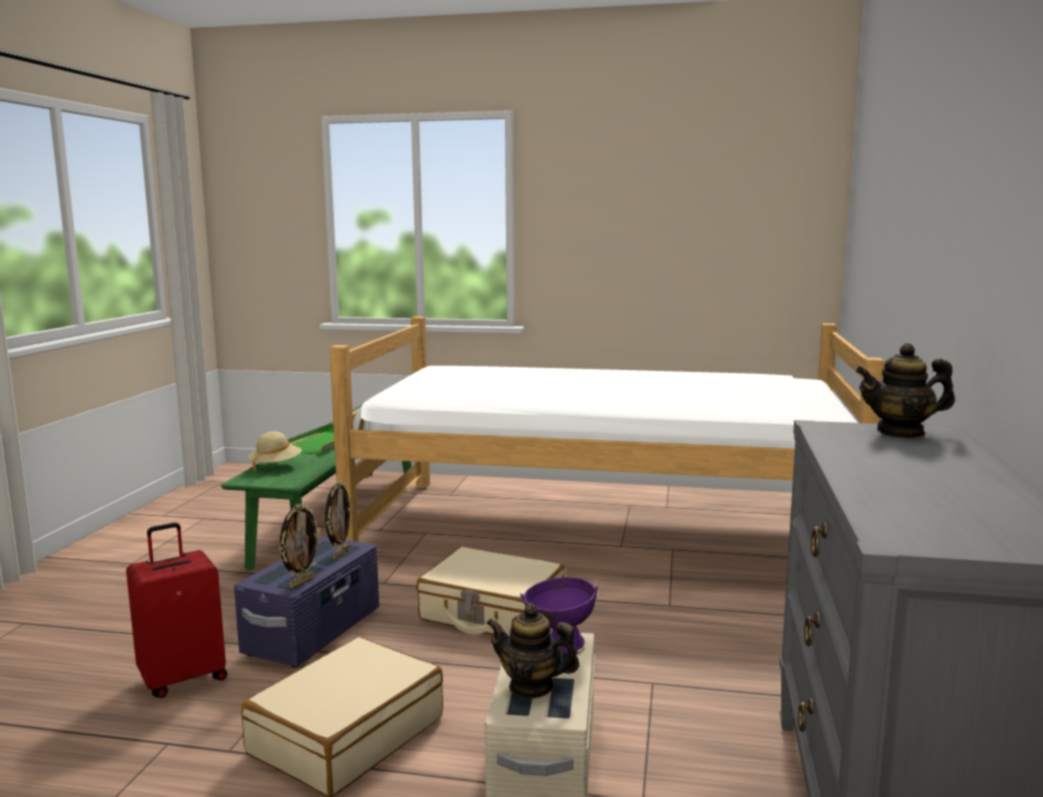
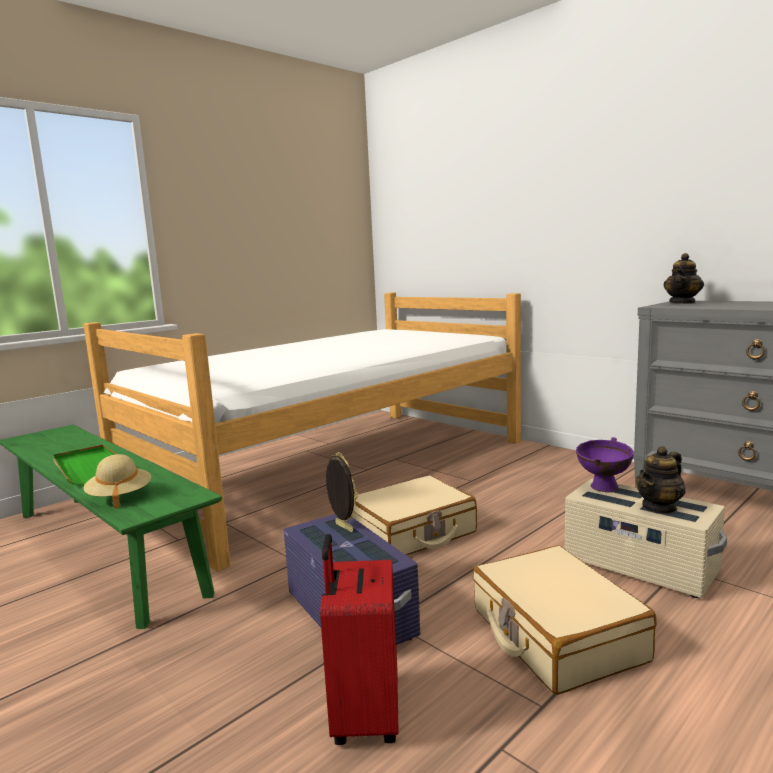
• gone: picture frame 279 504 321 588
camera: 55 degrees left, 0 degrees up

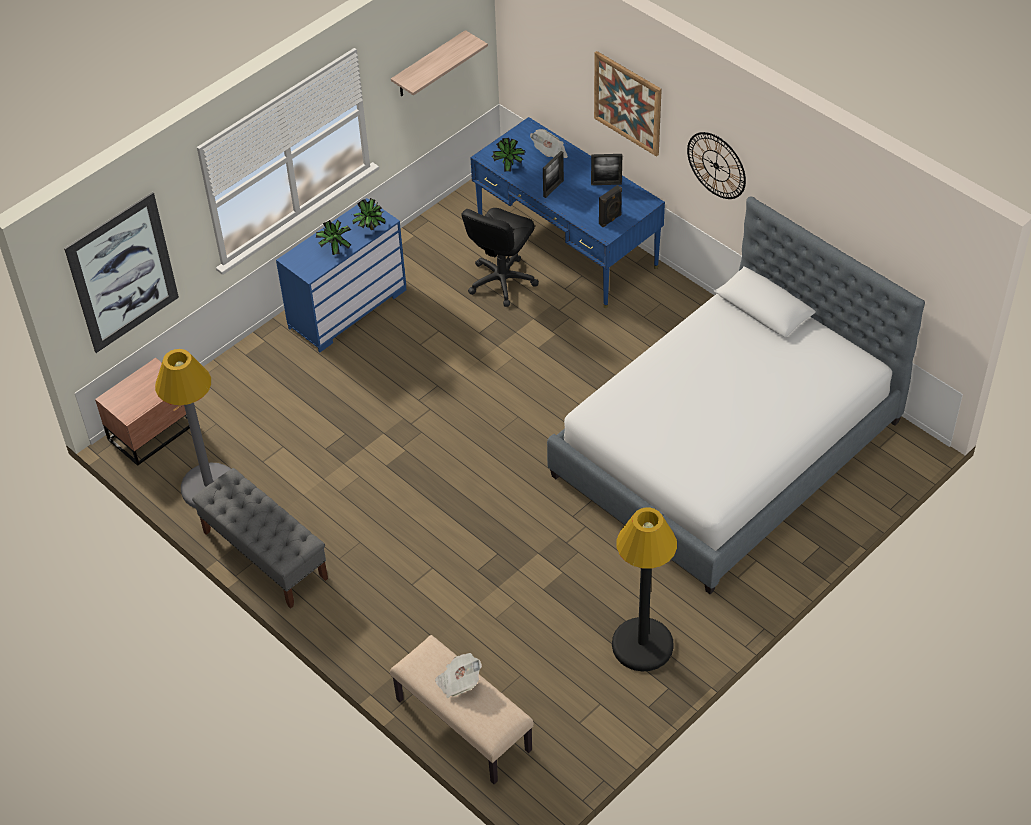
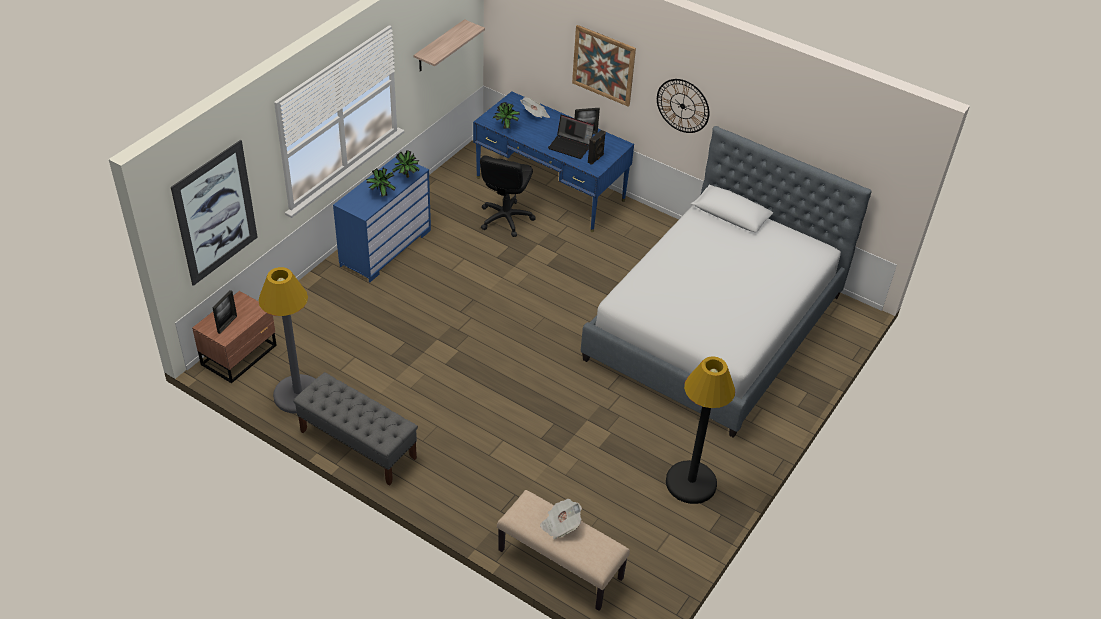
• shifted: picture frame 543 151 564 198 to 213 290 237 334
• new: notebook computer 548 115 594 159
camera: 15 degrees left, 5 degrees down

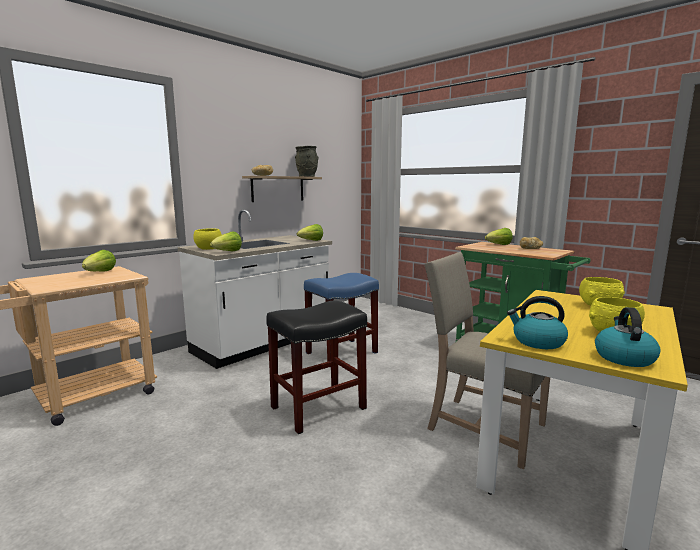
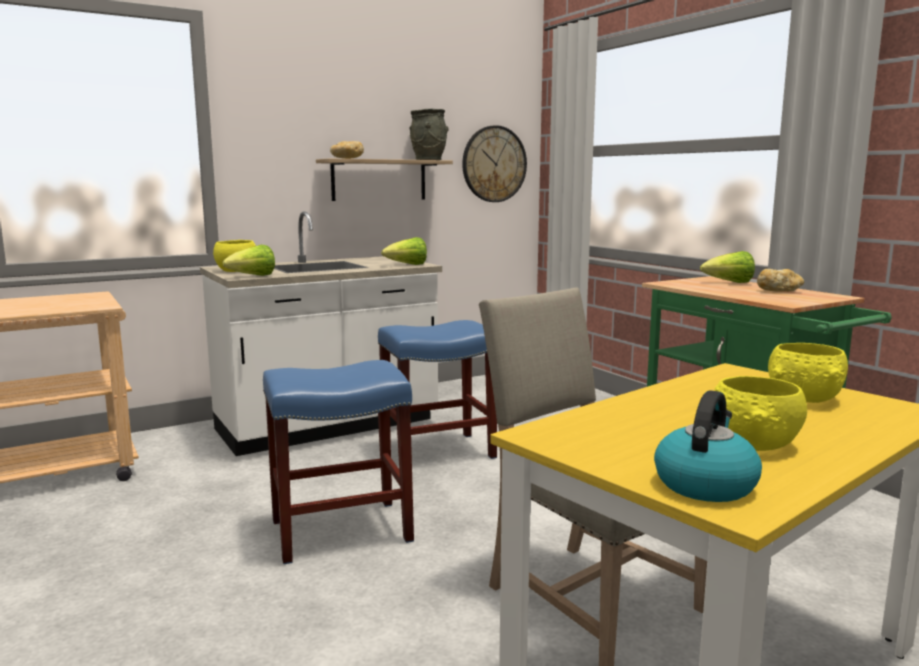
• gone: lettuce 82 250 116 272
• repainted: stool in black-coloured 266 300 367 434 to stool in bluish 263 360 414 564
• gone: kettle 507 296 568 349
• new: hanging clock 462 125 527 202
camera: 15 degrees right, 0 degrees up

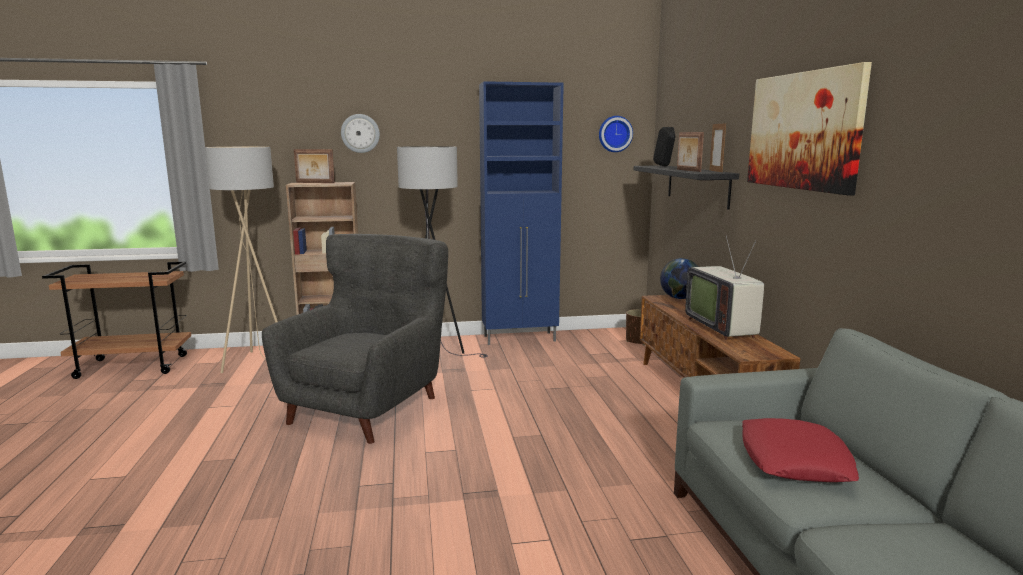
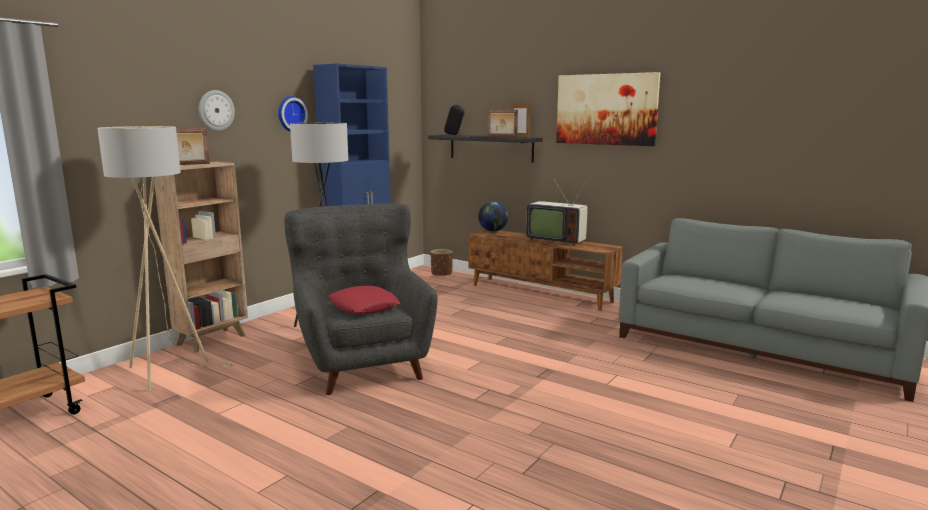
• shifted: hanging clock 599 116 633 152 to 278 96 308 131
• shifted: pillow in red-coloured 742 418 859 482 to 328 286 400 314
camera: 45 degrees left, 0 degrees up

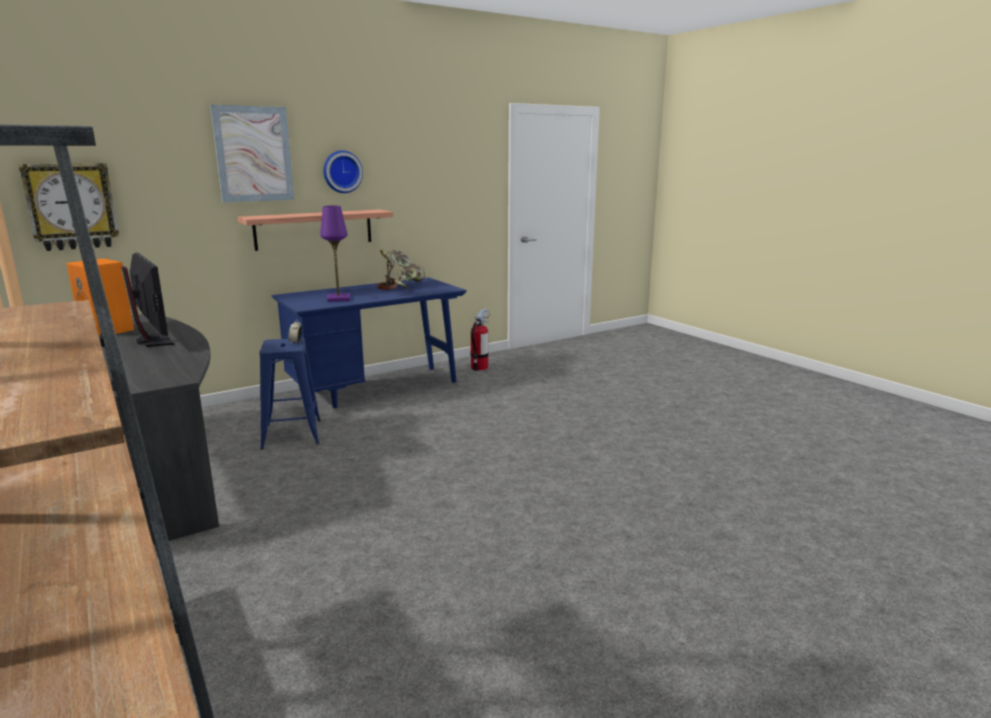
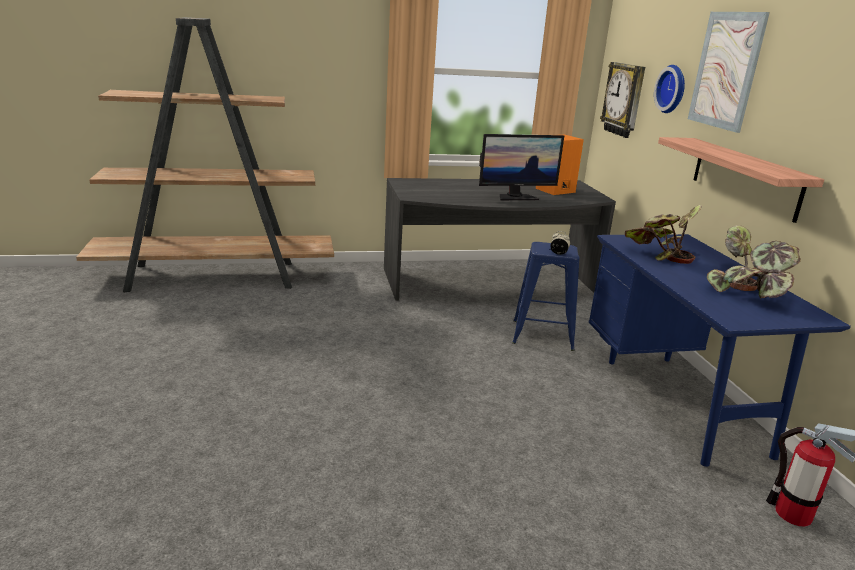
• swapped: tabletop lamp in purple-coloured 320 206 350 302 to plant in a pot 625 205 702 264
• shifted: hanging clock 323 150 363 193 to 654 65 685 113
camera: 110 degrees right, 5 degrees up

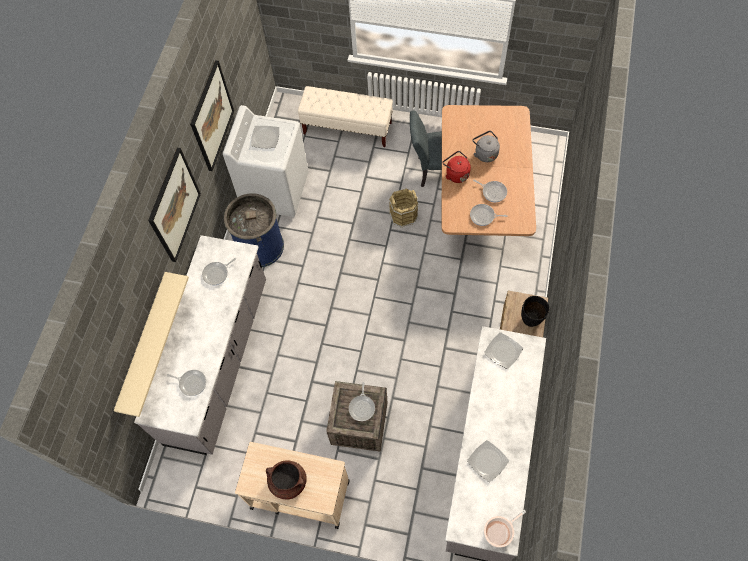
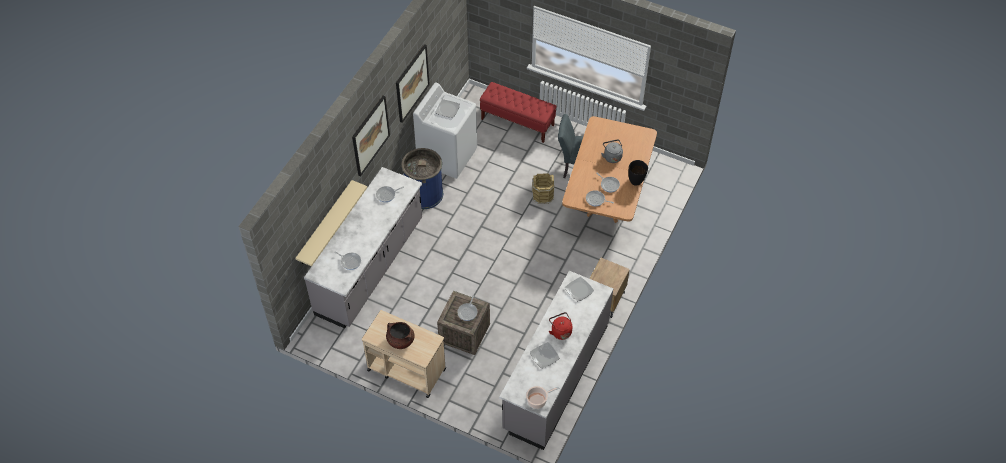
• repainted: long seat in beige 298 86 393 147 to long seat in red-coloured 480 82 557 143
• shifted: kettle in red-coloured 442 151 471 183 to 549 312 572 340
• shifted: decorative vase in black-coloured 521 296 549 327 to 628 160 648 186
camera: 10 degrees right, 10 degrees down

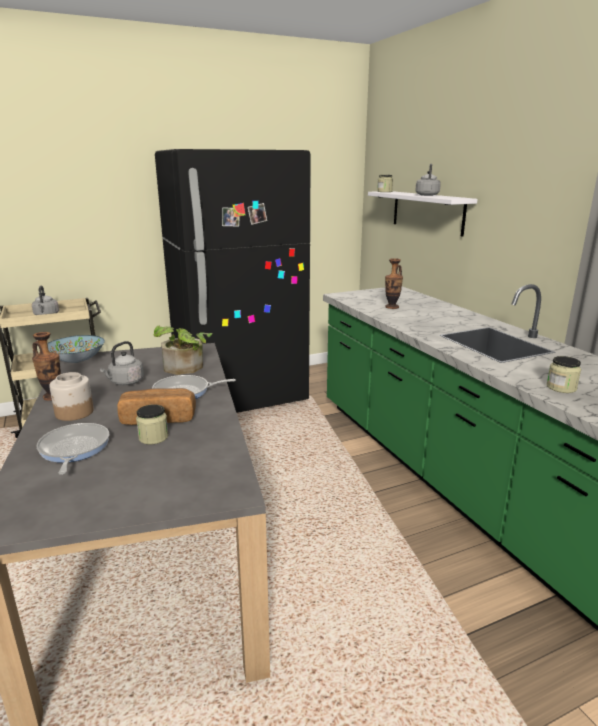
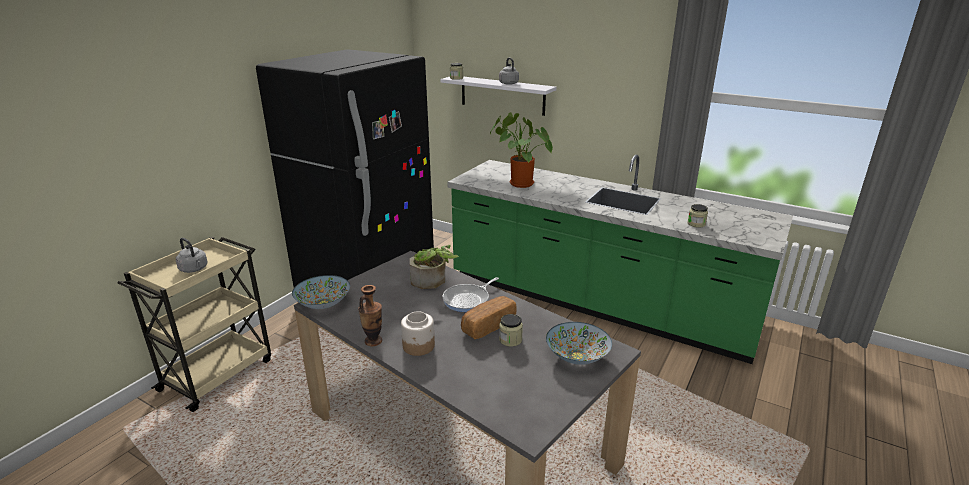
• gone: frying pan 36 423 109 475
• gone: kettle in grey 100 341 144 385
• swapped: decorative vase 385 258 403 309 to plant in a pot 490 112 553 188
• new: bowl 546 322 612 365
camera: 35 degrees left, 5 degrees up

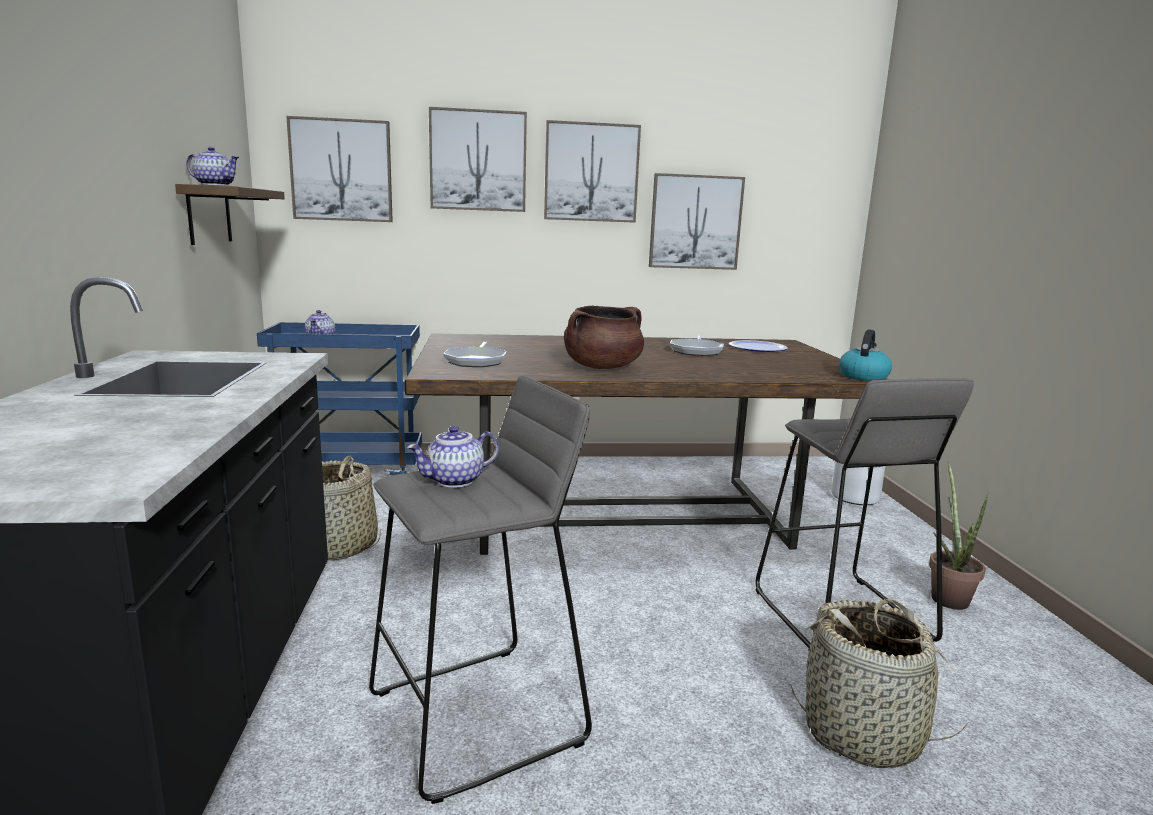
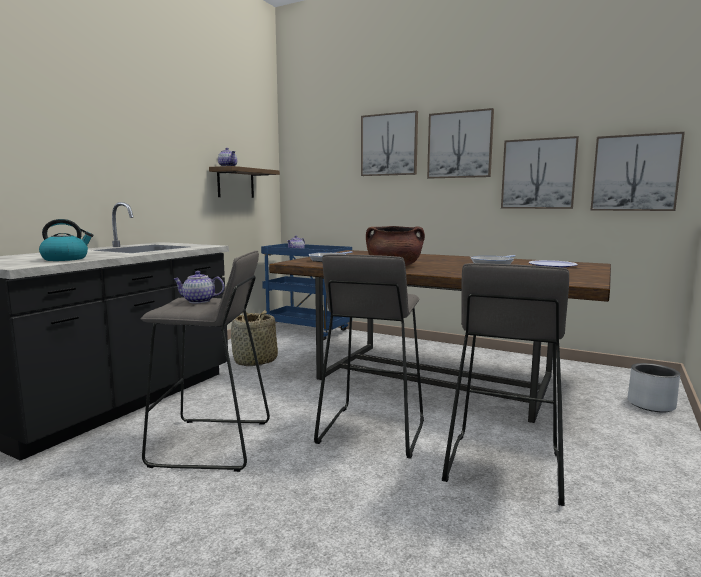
• shifted: wall art 286 116 393 222 to 591 132 685 211
• gone: basket 791 599 970 768
• shifted: kettle 839 329 892 381 to 39 219 93 261
• gone: plant in a pot 929 461 989 610
• new: stool in grey 314 254 424 459
camera: 35 degrees right, 5 degrees down

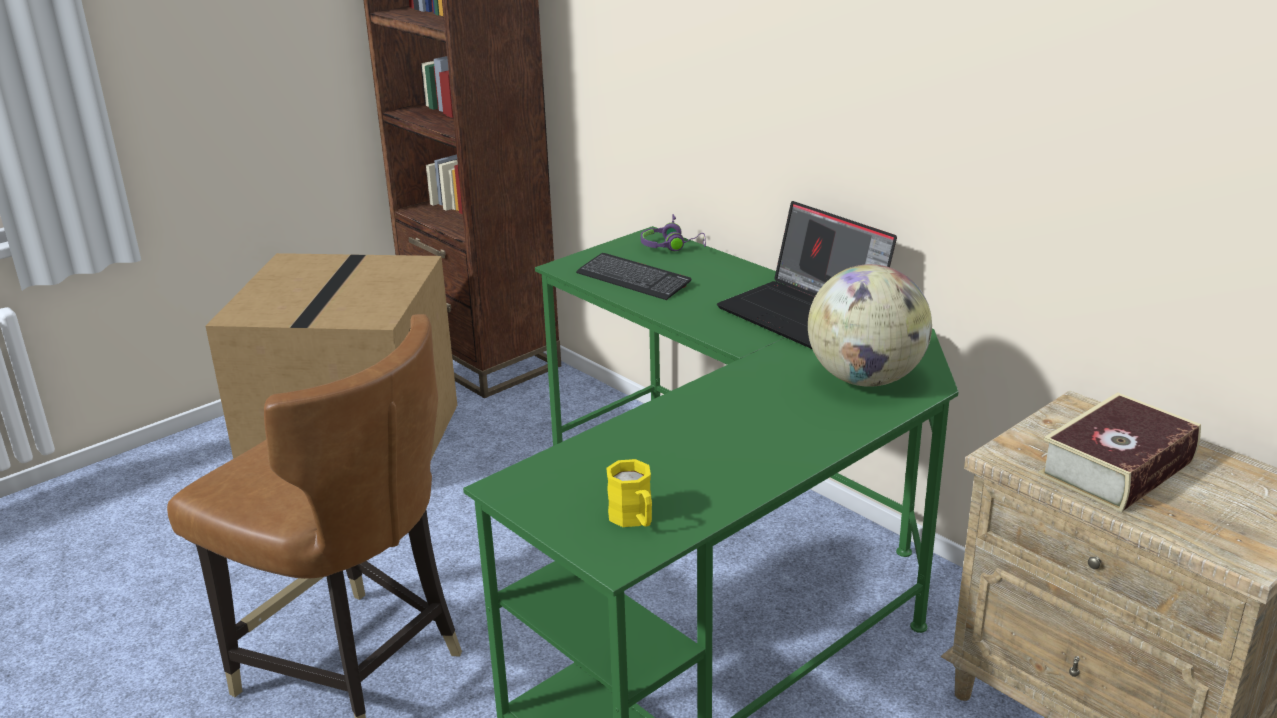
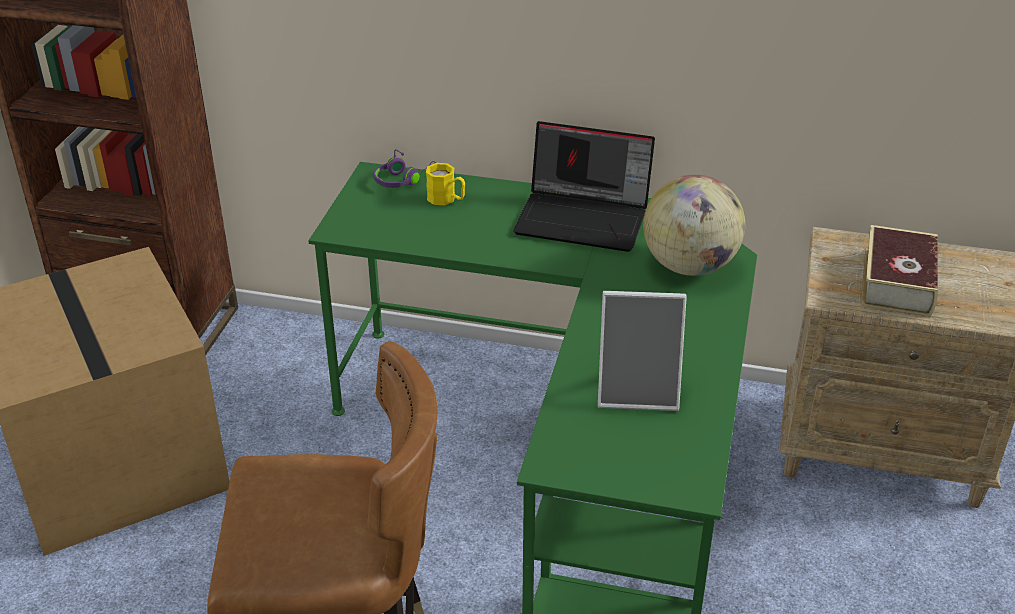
• gone: keyboard 576 253 692 300
• shifted: mug in yellow-coloured 606 459 652 527 to 426 163 465 205
• new: picture frame 598 291 687 411
camera: 35 degrees left, 10 degrees up

